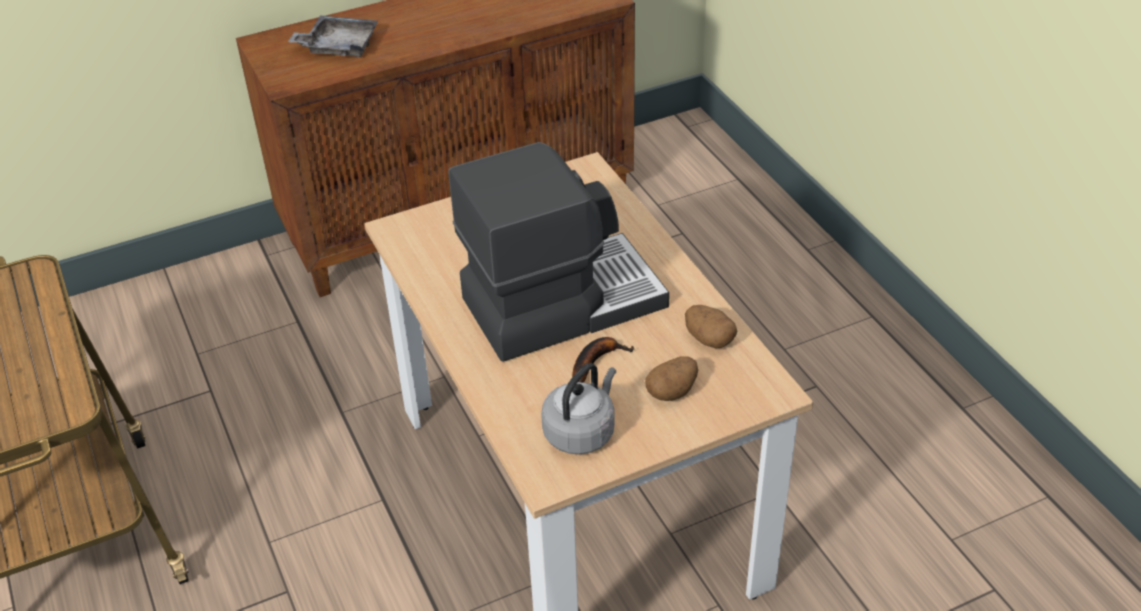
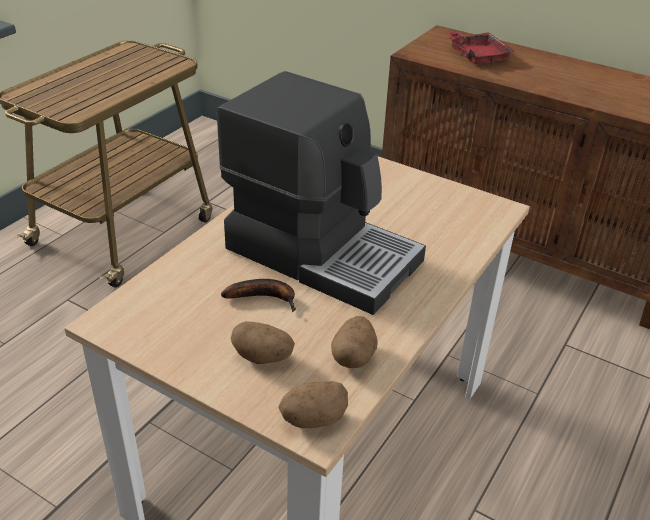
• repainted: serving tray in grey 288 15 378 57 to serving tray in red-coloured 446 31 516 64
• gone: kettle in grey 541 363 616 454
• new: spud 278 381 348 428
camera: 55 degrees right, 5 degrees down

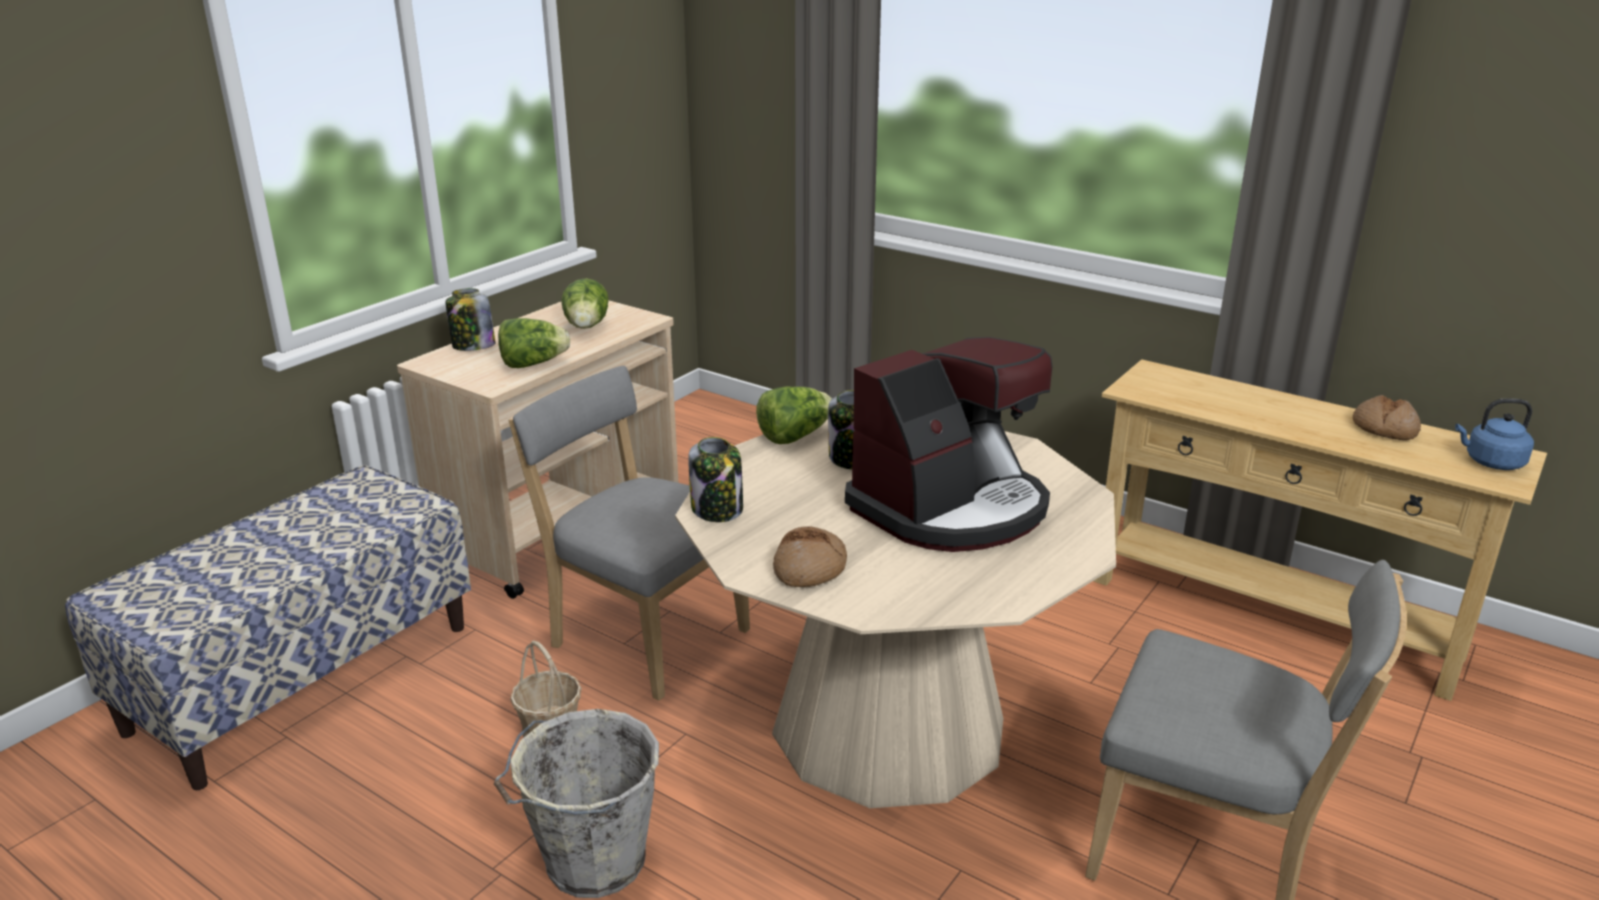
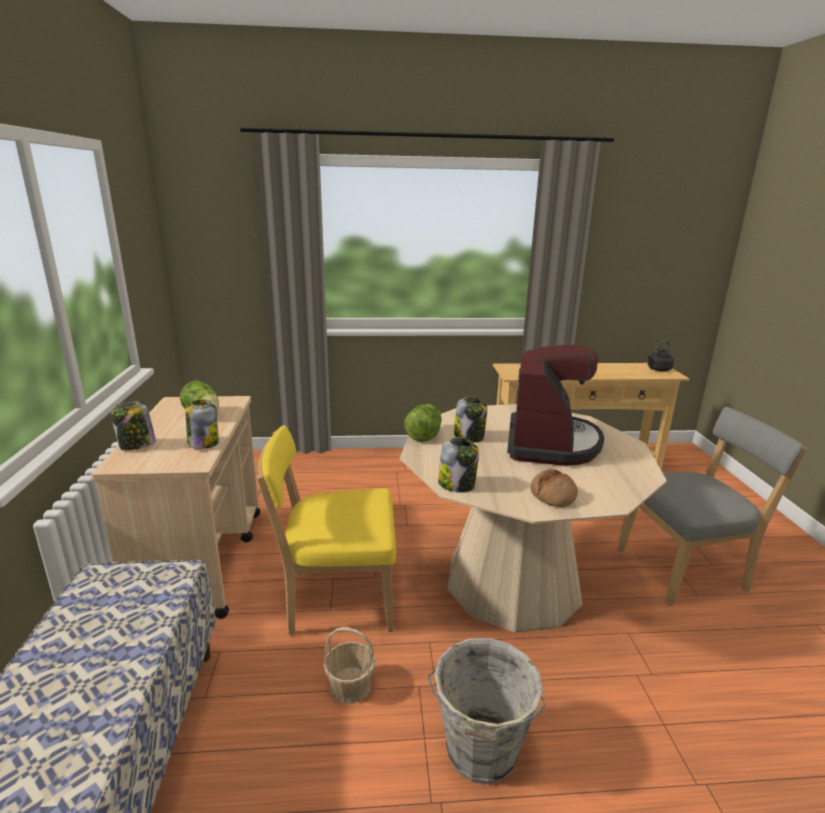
• swapped: lettuce 498 318 570 368 to preserve jar 186 400 219 449
• repainted: upright chair in grey 508 366 750 701 to upright chair in yellow-coloured 256 425 396 635
• gone: bread 1353 395 1421 440
• repainted: kettle in bluish 1455 399 1534 470 to kettle in black-coloured 648 341 674 371
camera: 40 degrees left, 5 degrees down

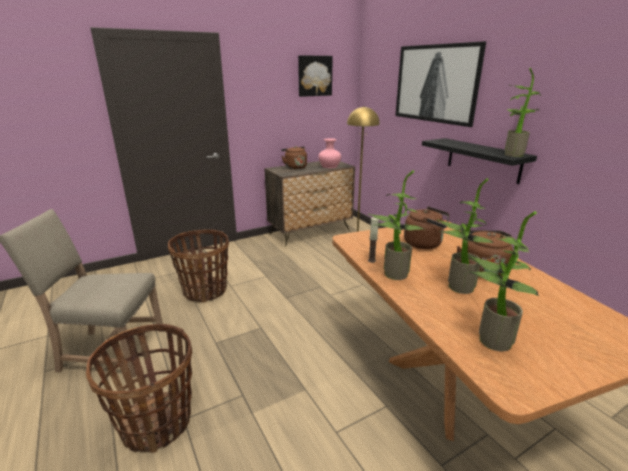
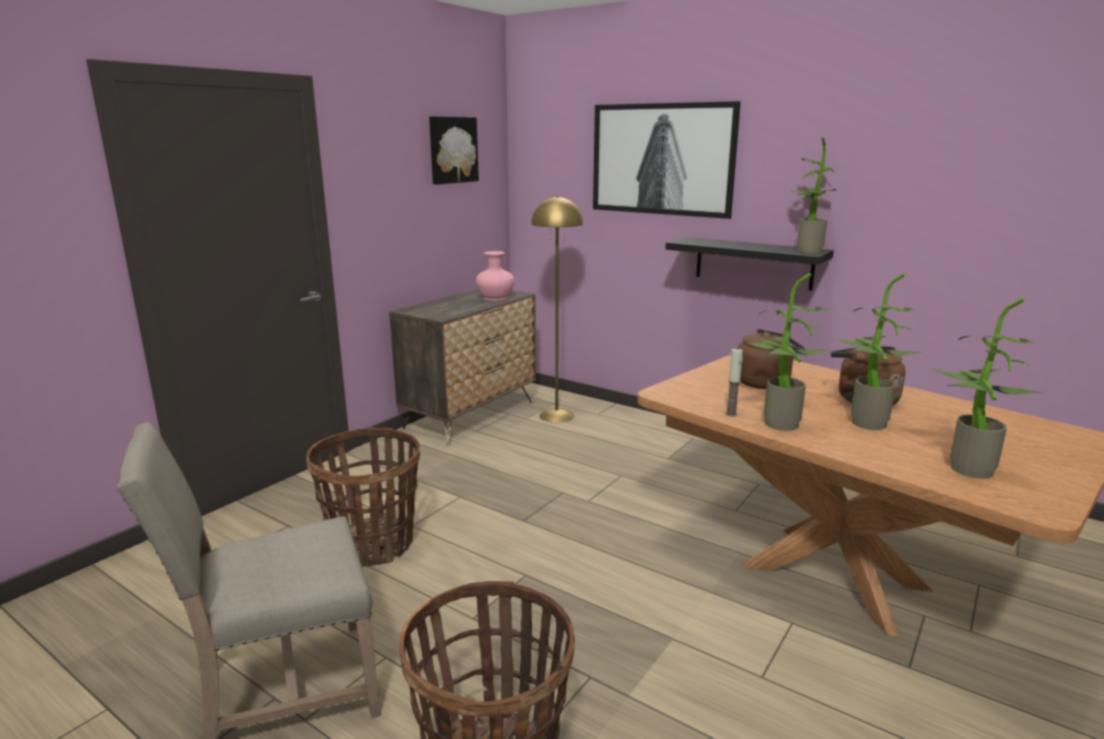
• gone: kettle in brown 281 146 307 169
camera: 25 degrees left, 5 degrees down

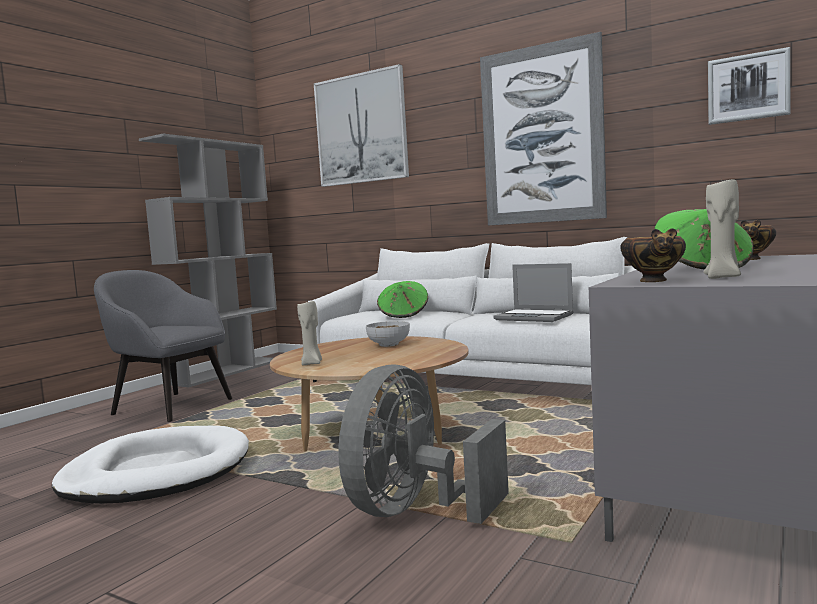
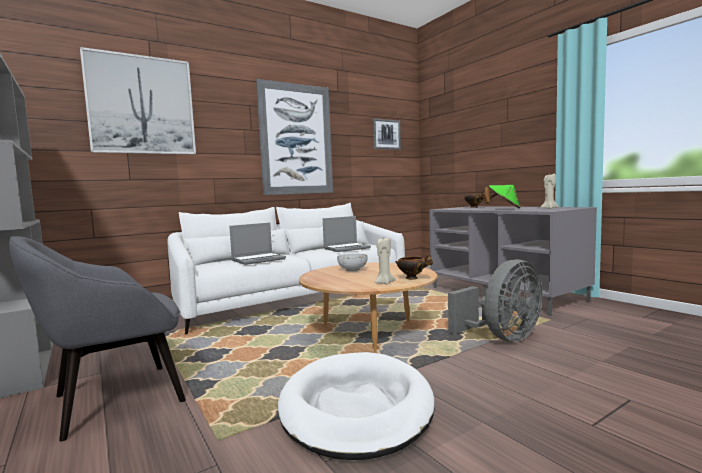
• rotated: fan in grey 338 364 509 524 = 448 259 543 342 90 degrees counterclockwise
• swapped: clothing hat in greenish 377 281 428 318 to notebook computer 229 223 286 265
• shifted: bowl 620 228 686 282 to 395 255 433 280
camera: 65 degrees left, 0 degrees up

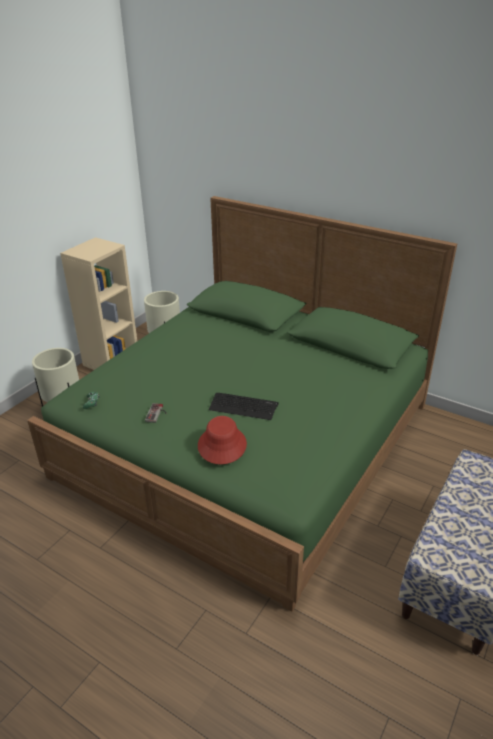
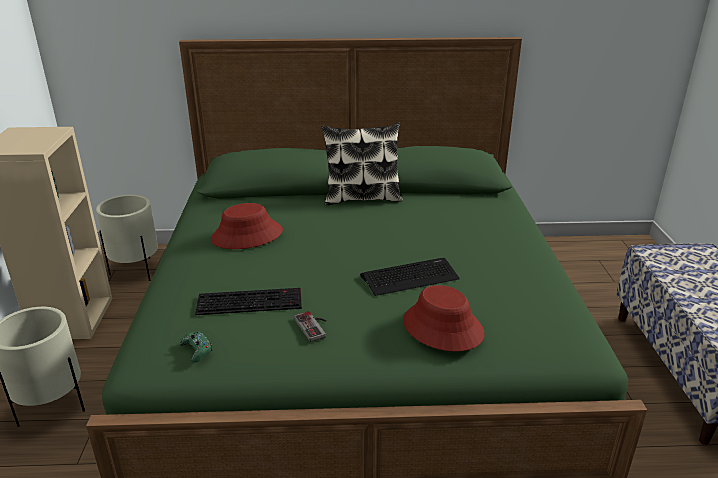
• new: keyboard 195 288 302 315
• new: clothing hat in red-coloured 211 203 283 249
• new: pillow 322 122 403 205
camera: 35 degrees left, 5 degrees down

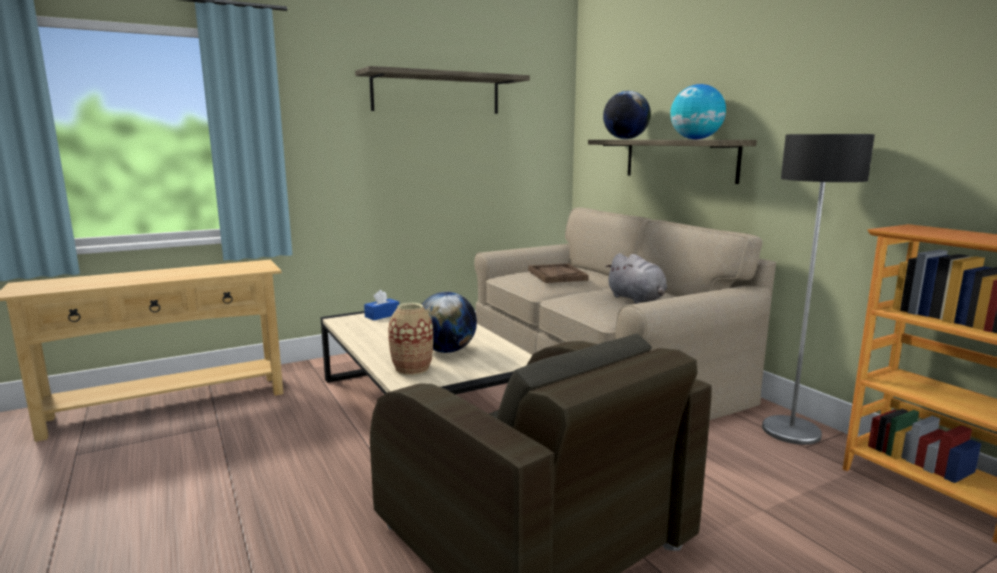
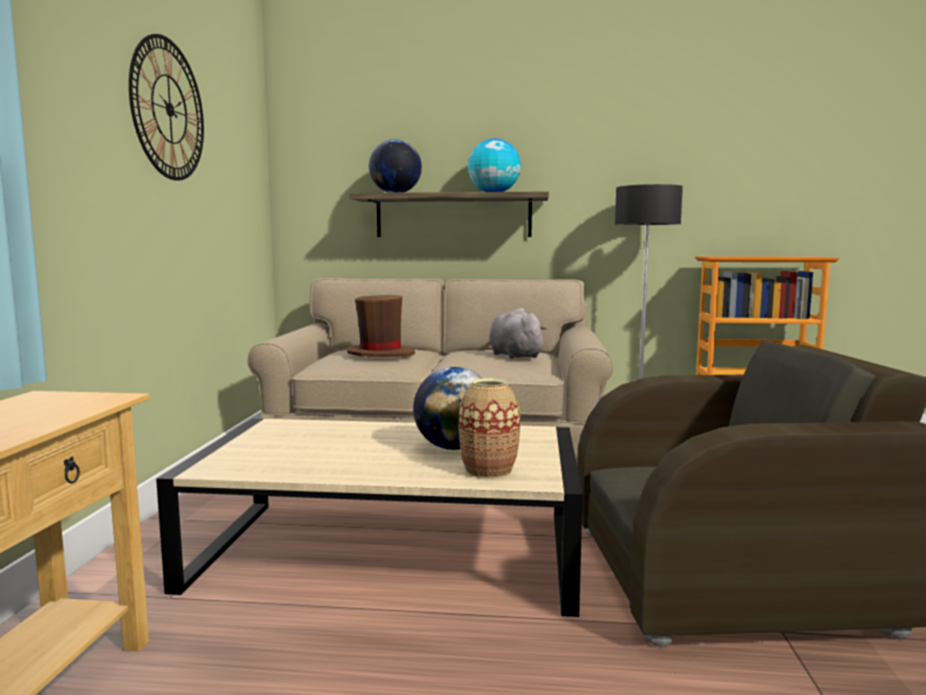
• swapped: shelf 355 66 530 114 to hanging clock 129 34 204 181
• gone: tissue box in bluish 364 290 399 320
• swapped: serving tray in brown 528 264 589 283 to clothing hat in brown 347 295 415 357
• rotated: plush toy in grey 606 253 667 304 = 489 308 547 359 120 degrees counterclockwise
camera: 55 degrees left, 5 degrees down

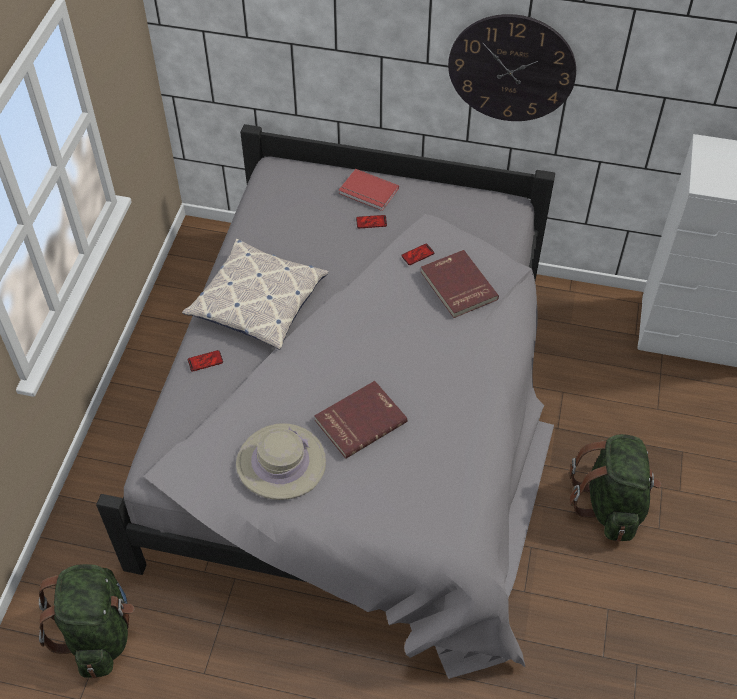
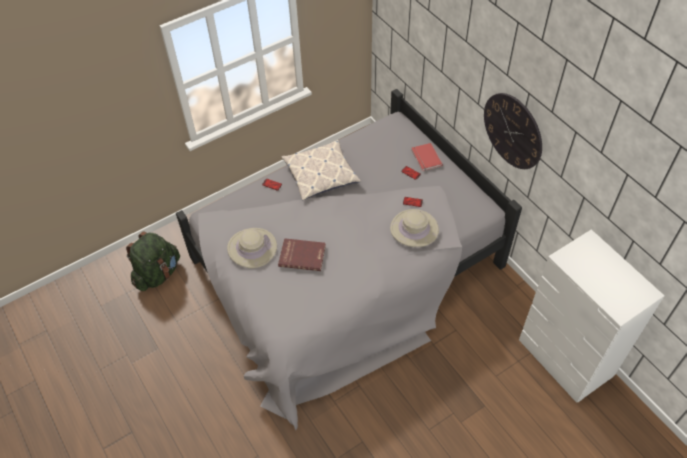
• swapped: book in red-coloured 421 250 499 318 to clothing hat in beige 390 209 439 247
• gone: knapsack in greenish 570 434 661 542
camera: 45 degrees right, 0 degrees up

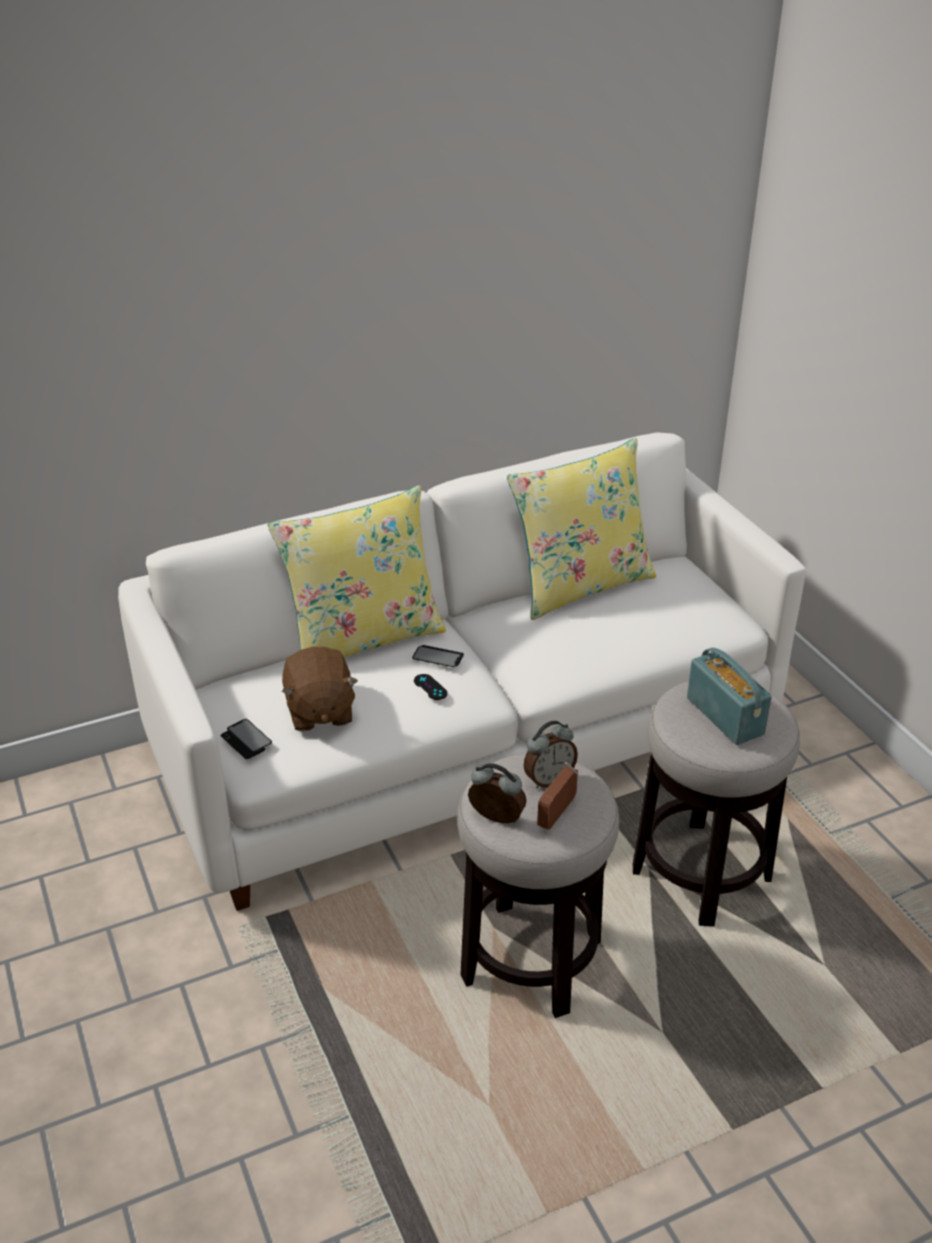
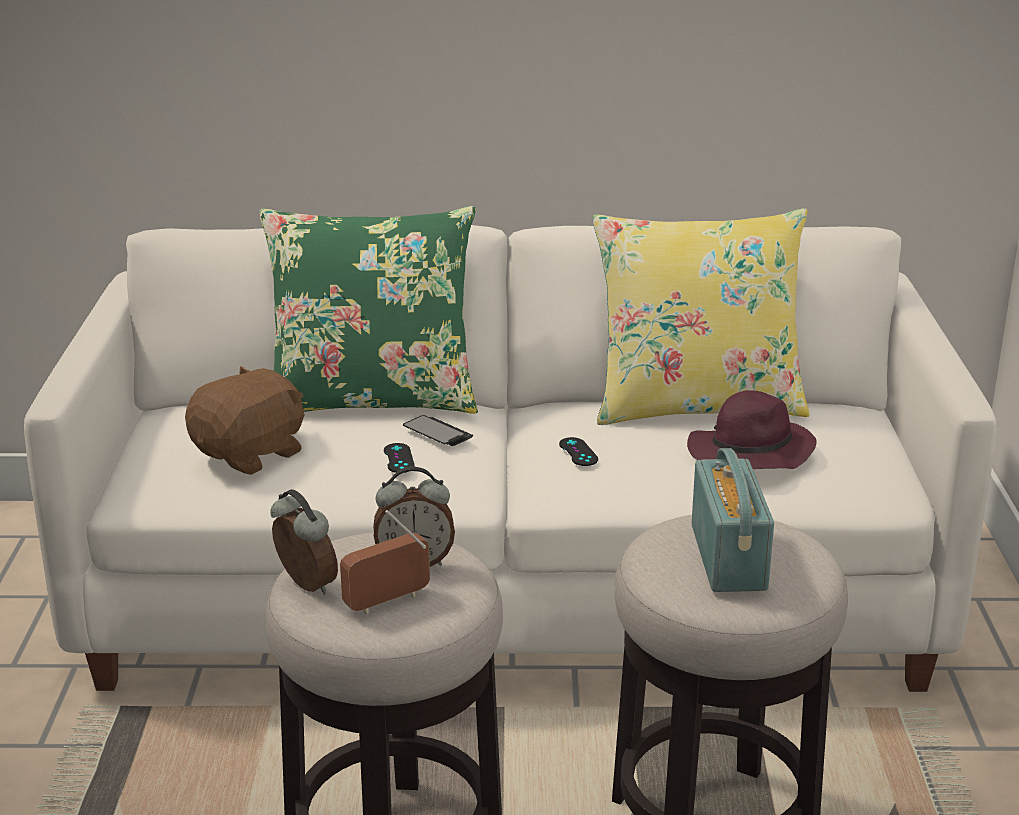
• gone: phone 221 719 272 759
• repainted: pillow in yellow-coloured 268 485 446 658 to pillow in greenish 260 206 478 414
• rotated: plush toy in brown 282 647 358 731 = 185 366 305 475 150 degrees counterclockwise
• new: game controller in black-coloured 559 437 598 466
• new: clothing hat in purple-coloured 687 390 817 469
camera: 25 degrees right, 10 degrees down

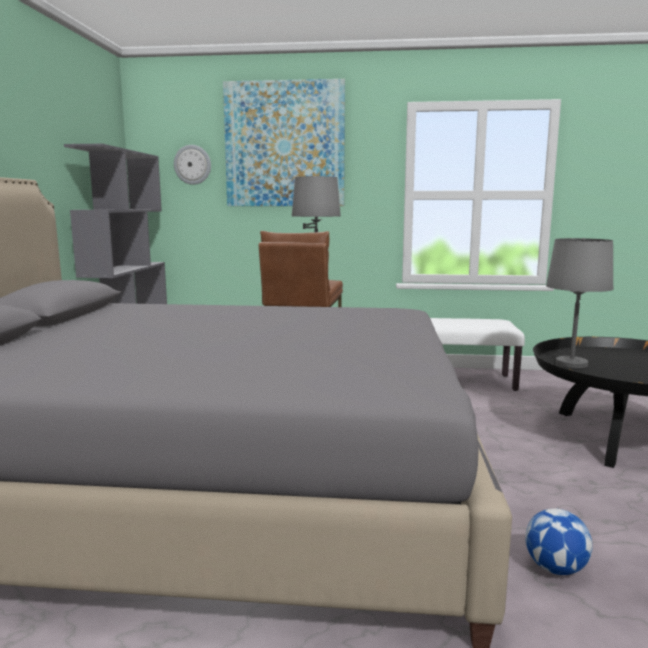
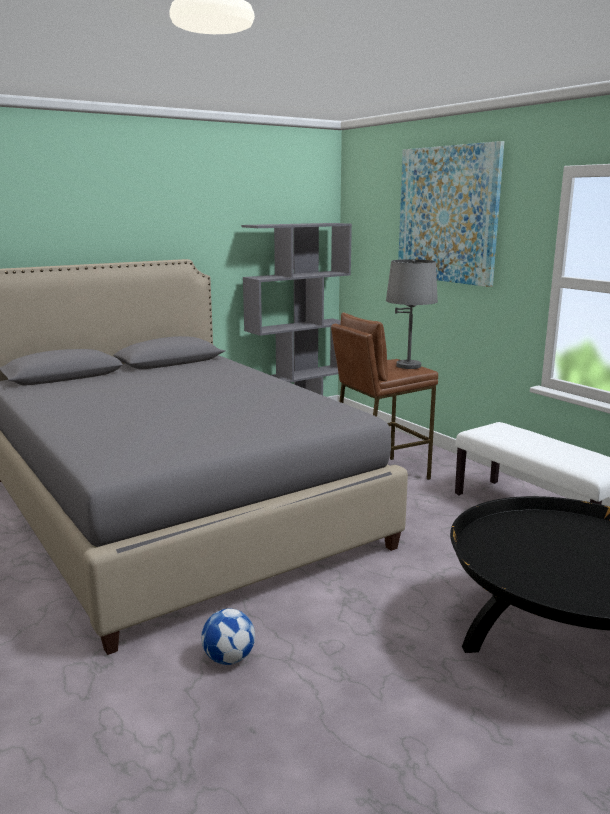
• gone: hanging clock 174 145 211 185
• gone: tabletop lamp in grey 546 238 613 368
camera: 50 degrees right, 5 degrees up

